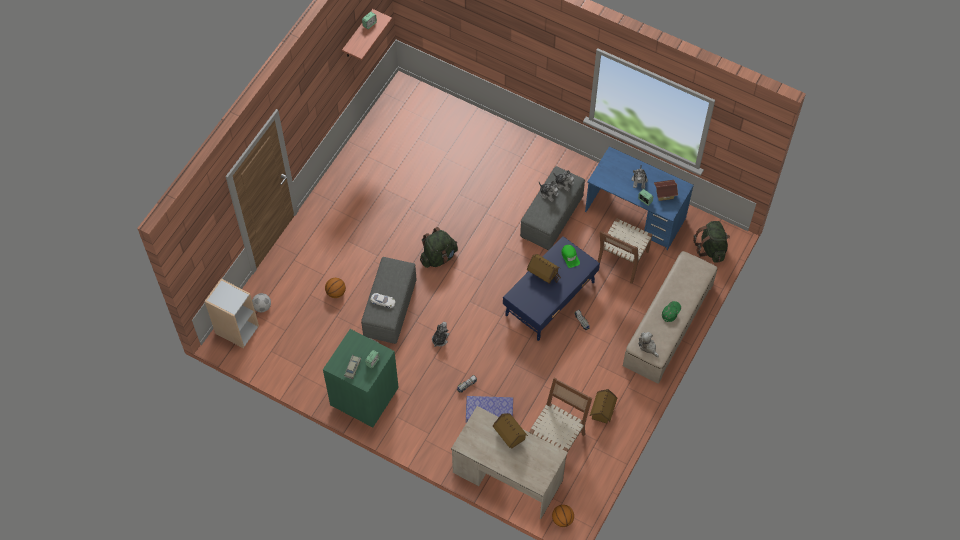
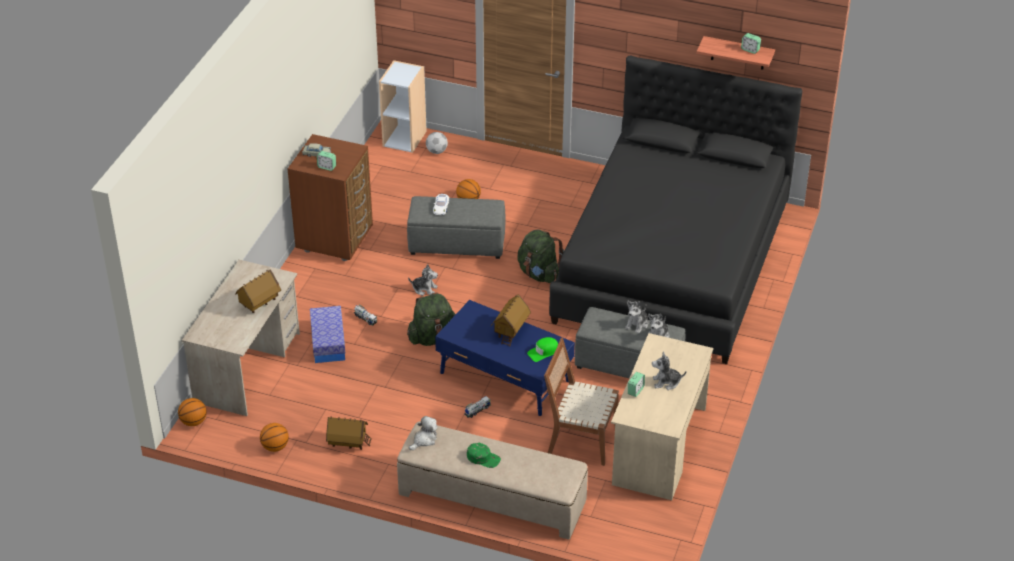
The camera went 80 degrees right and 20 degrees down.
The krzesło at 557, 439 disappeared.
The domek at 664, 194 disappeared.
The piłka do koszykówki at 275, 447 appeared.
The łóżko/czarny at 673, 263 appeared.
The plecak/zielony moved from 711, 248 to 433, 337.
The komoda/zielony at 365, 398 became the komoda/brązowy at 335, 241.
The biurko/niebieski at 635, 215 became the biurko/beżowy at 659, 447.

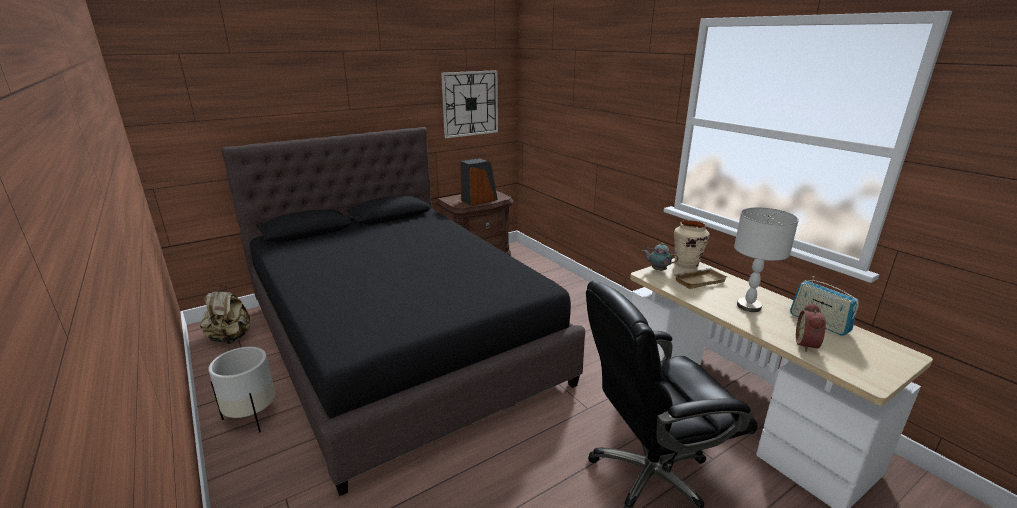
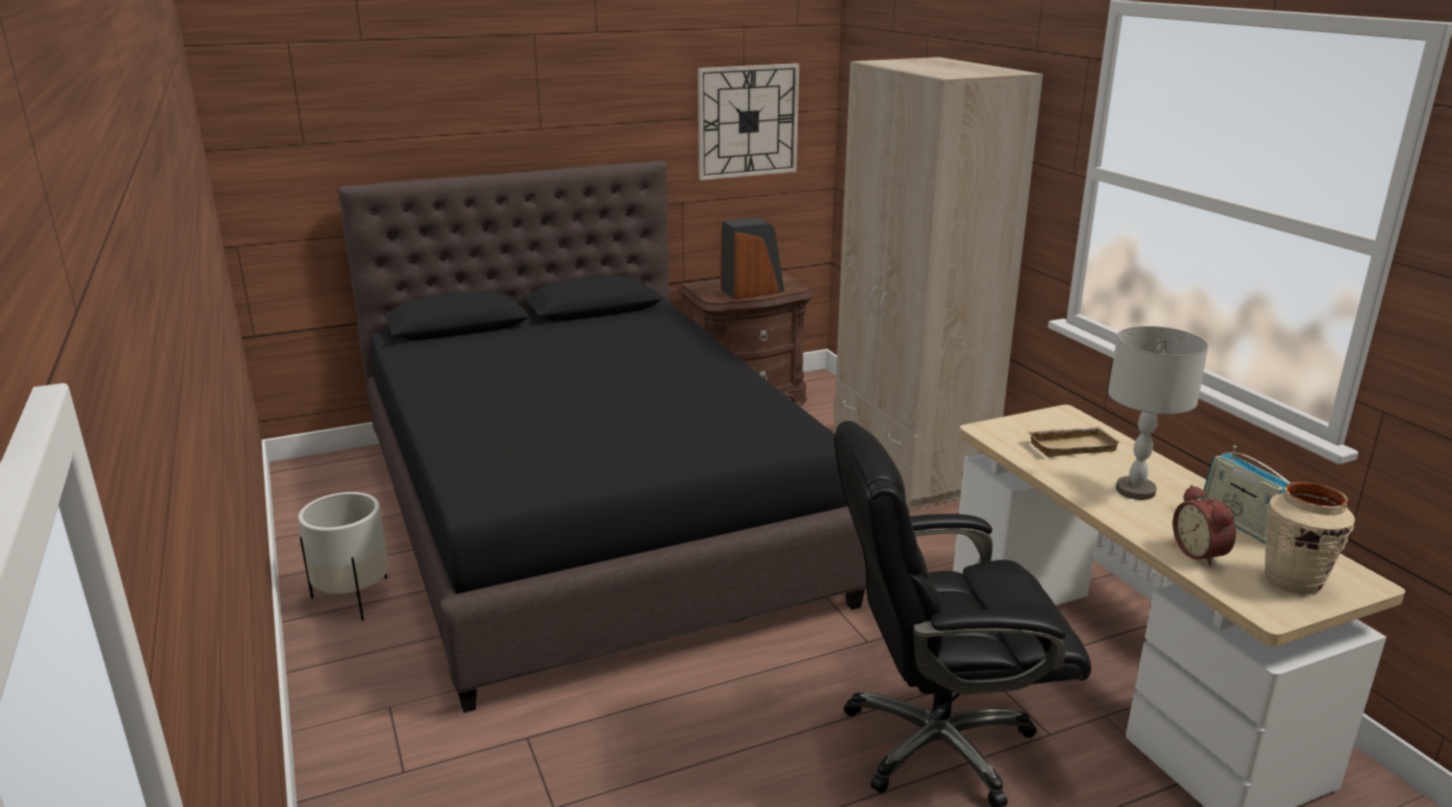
The camera went 10 degrees right and 0 degrees up.
The plecak/beżowy at 230, 338 disappeared.
The imbryk at 657, 270 disappeared.
The szafa/beżowy at 909, 471 appeared.
The wazon/beżowy moved from 686, 264 to 1293, 581.
The budzik at 808, 344 turned 45 degrees counterclockwise.

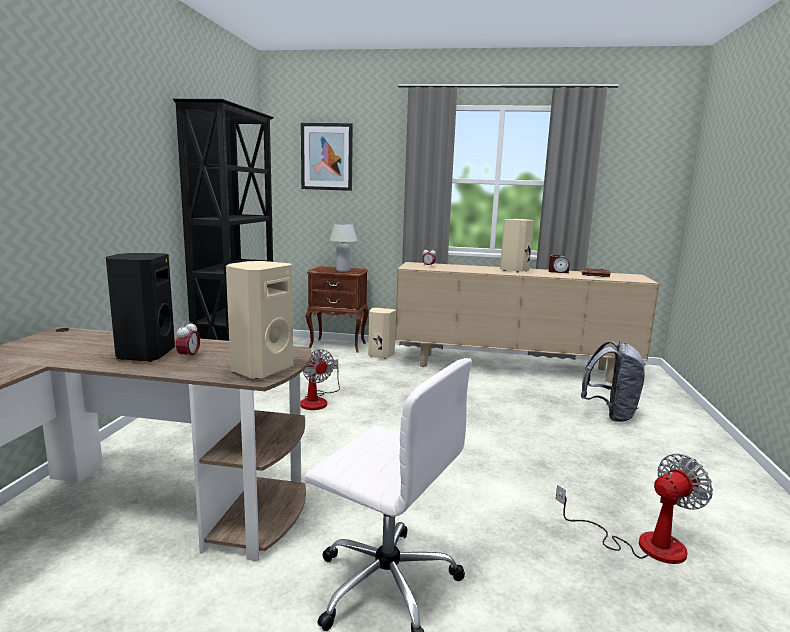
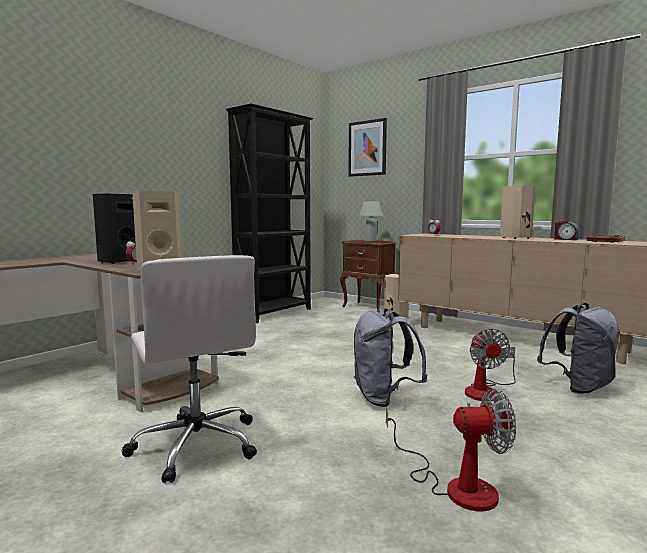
The camera went 30 degrees right and 5 degrees down.
The plecak/szary at 384, 398 appeared.
The wentylator moved from 318, 400 to 487, 391.

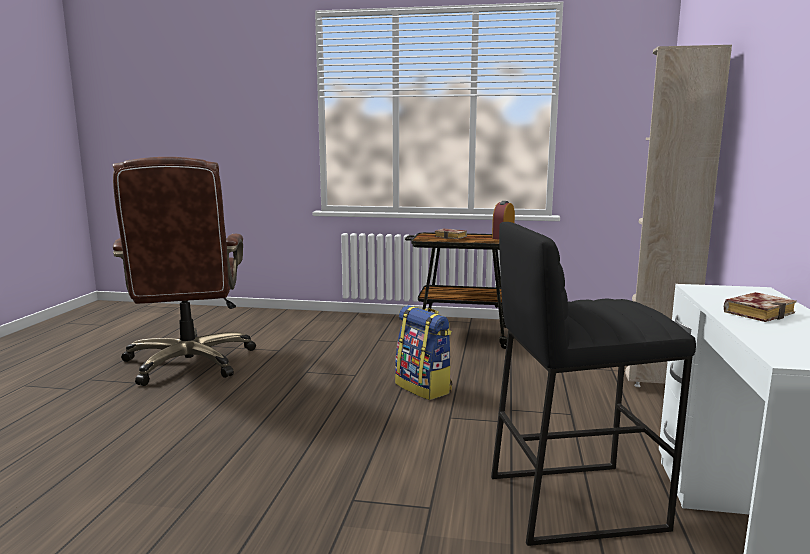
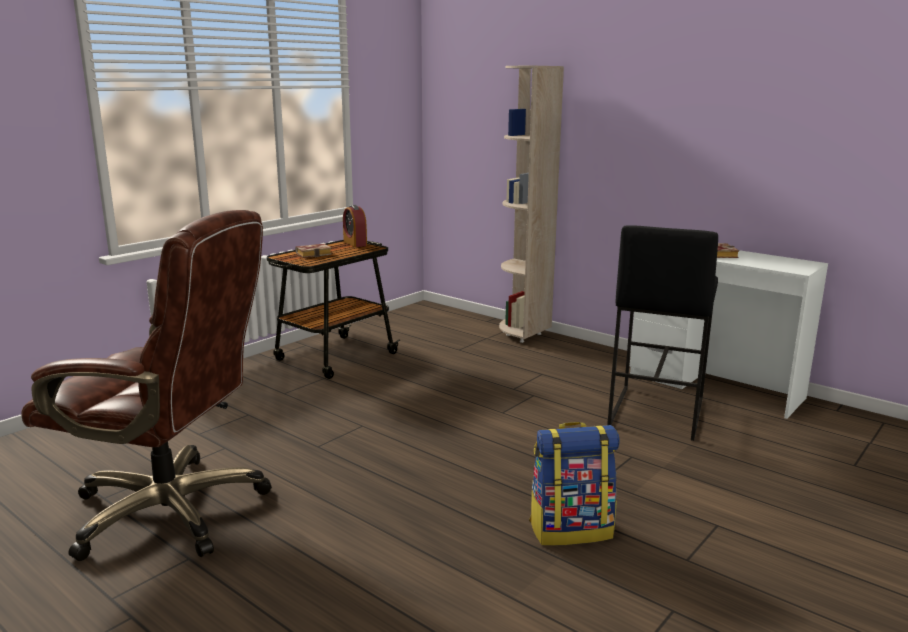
The camera went 60 degrees left and 5 degrees up.
The plecak moved from 424, 388 to 571, 529.

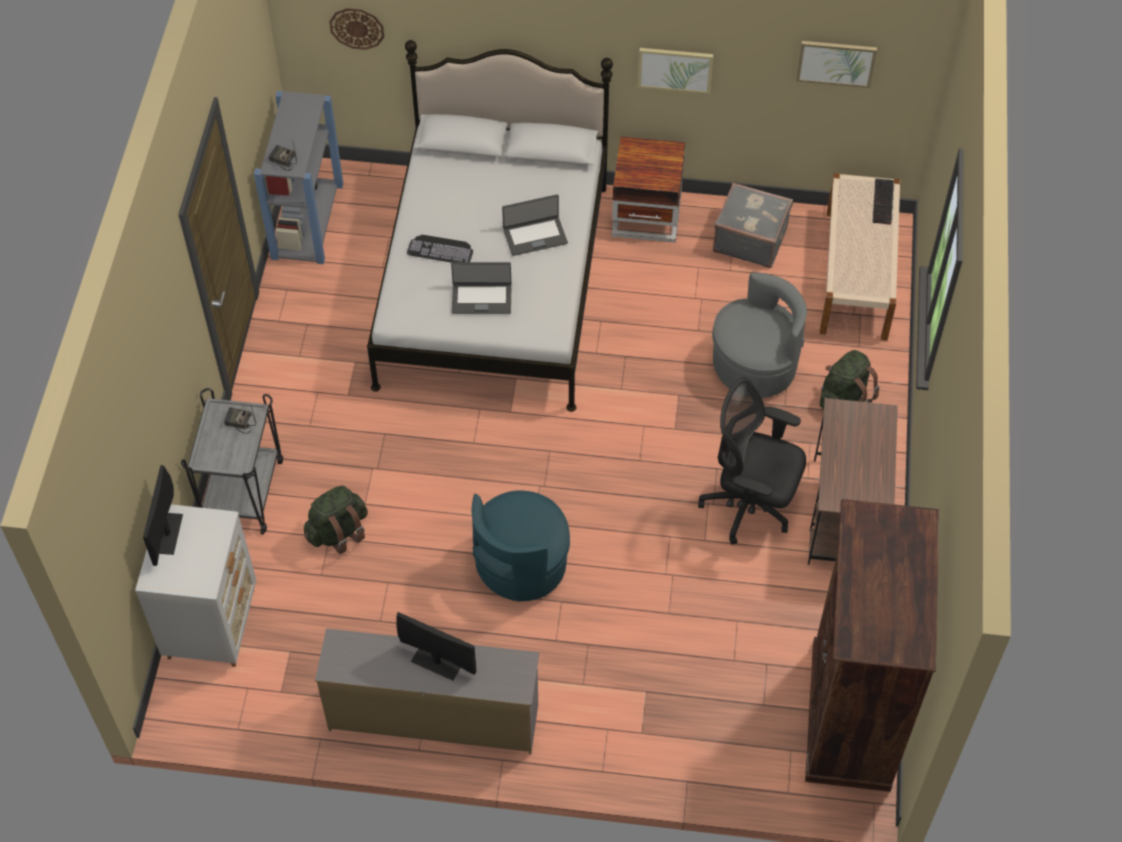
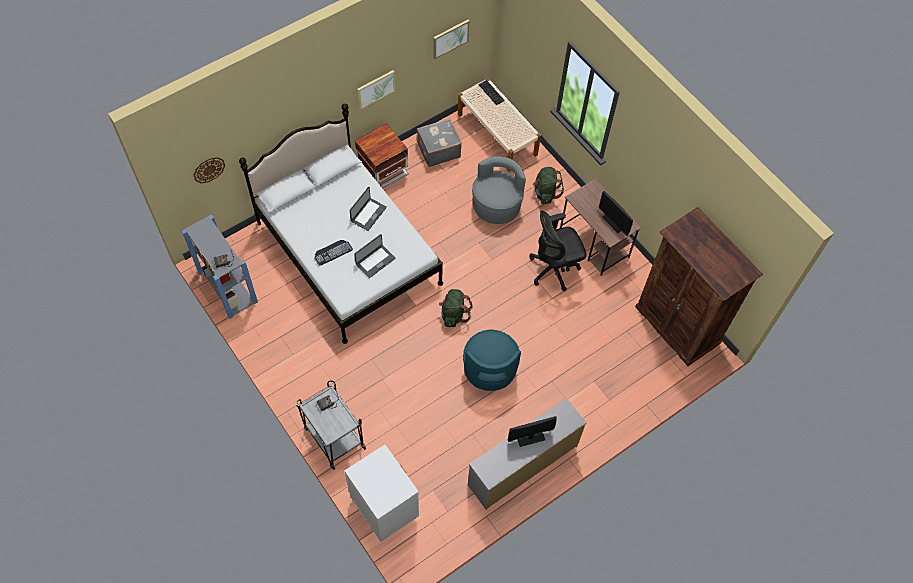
The camera went 45 degrees left and 5 degrees up.
The monitor moved from 167, 533 to 613, 222.
The plecak/zielony moved from 338, 532 to 454, 314.

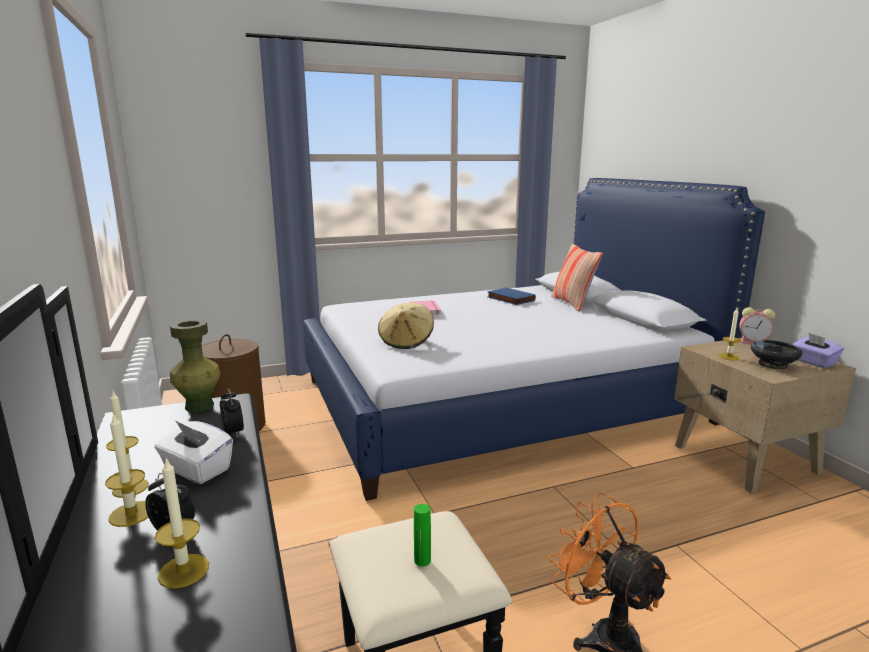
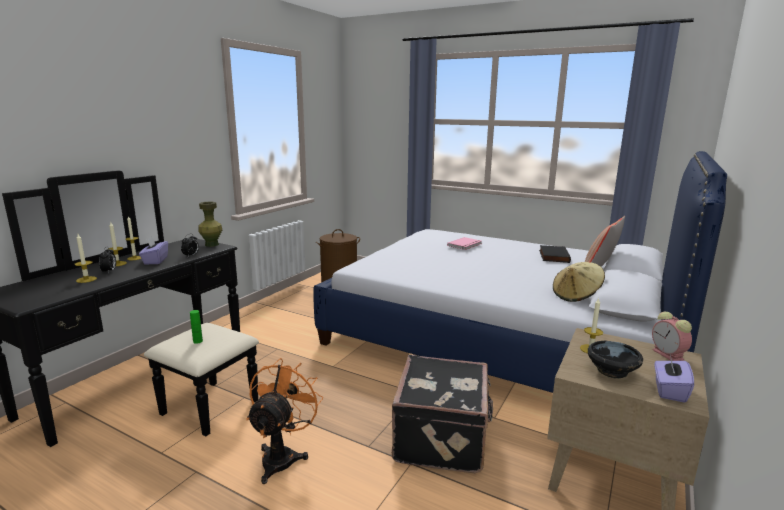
The camera went 50 degrees right and 0 degrees up.
The walizka/czarny at 443, 438 appeared.
The kapelusz/beżowy moved from 406, 342 to 576, 296.
The pudełko chusteczek/biały at 196, 470 became the pudełko chusteczek/fioletowy at 155, 261.
The książka/niebieski at 509, 299 became the książka/czarny at 553, 256.

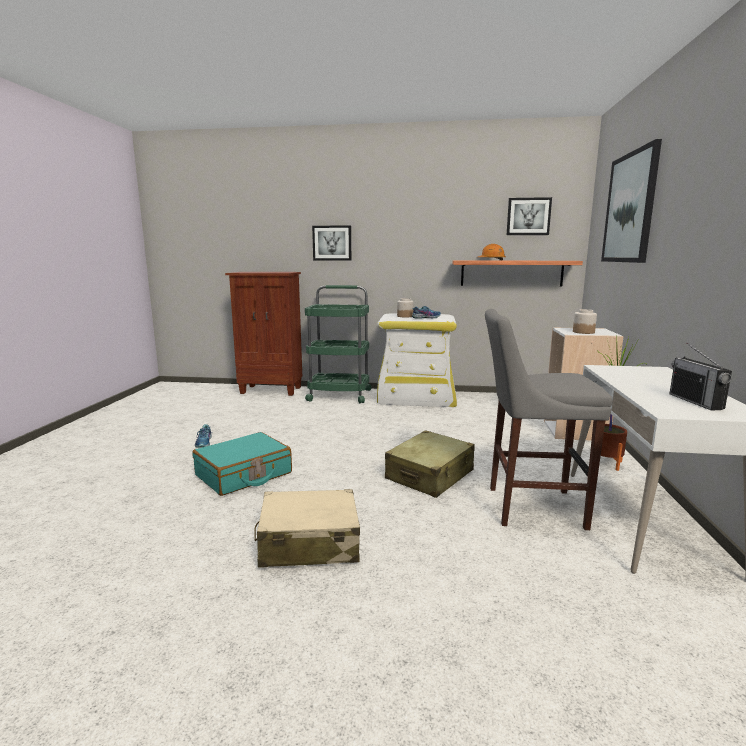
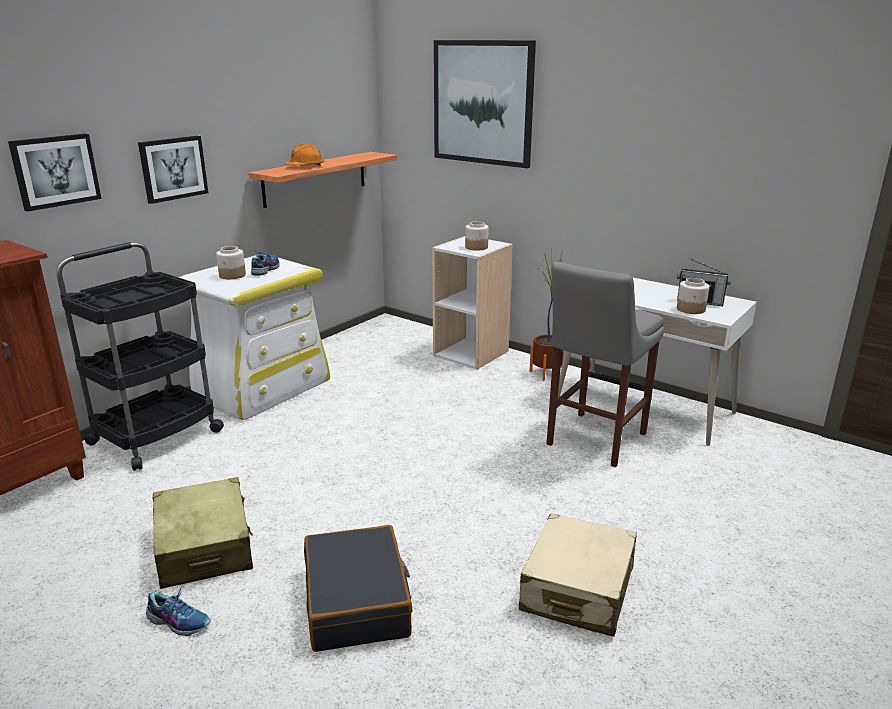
The camera went 60 degrees left and 10 degrees up.
The słoik at 691, 309 appeared.
The walizka/beżowy moved from 430, 475 to 204, 547.
The obraz moved from 528, 216 to 173, 168.
The walizka/turkusowy at 244, 474 became the walizka/czarny at 357, 601.
The wózek/zielony at 339, 395 became the wózek/czarny at 157, 437.

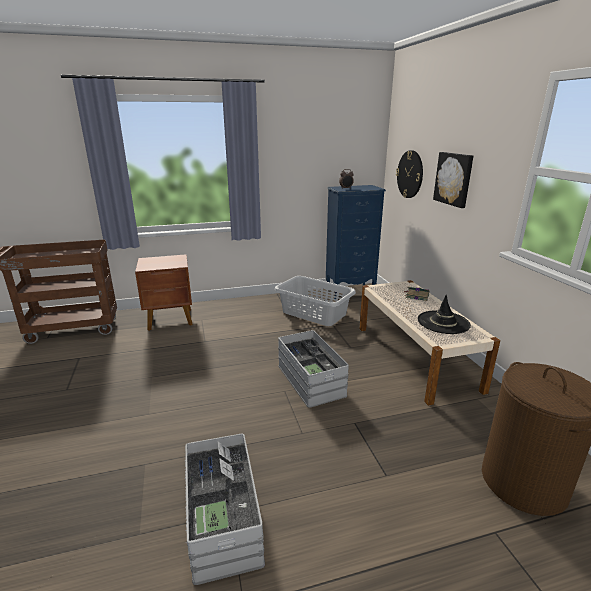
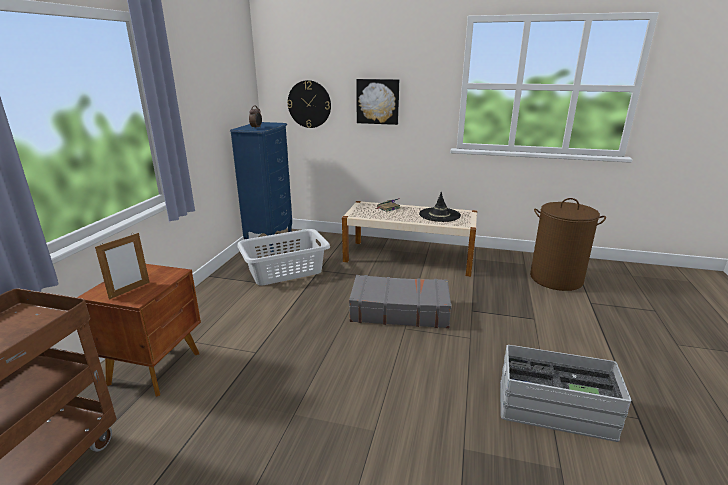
The camera went 60 degrees left and 0 degrees up.
The ramka na zdjęcie at 130, 290 appeared.
The pojemnik do przechowywania/szary at 310, 380 was replaced by the walizka/szary at 399, 310.

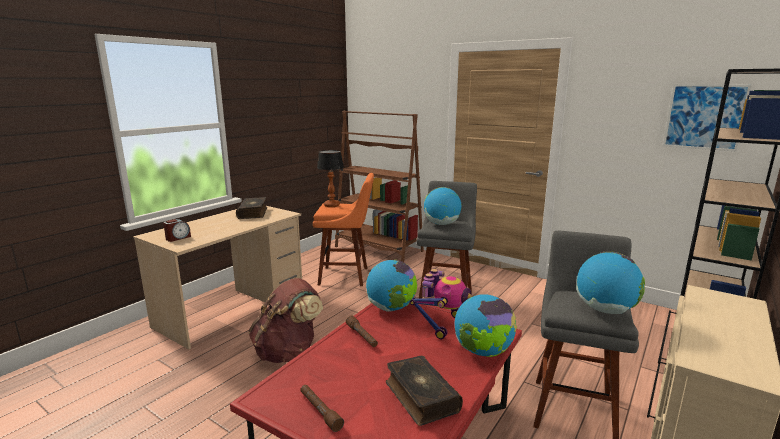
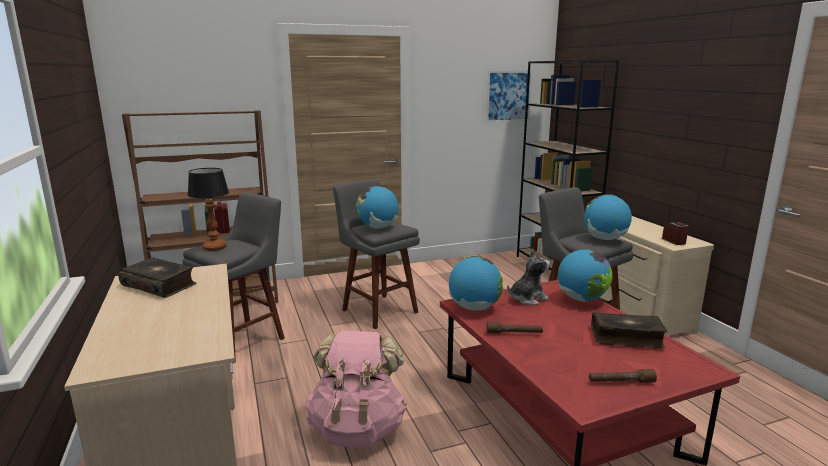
The camera went 55 degrees left and 0 degrees up.
The budzik moved from 178, 238 to 674, 241.
The robot zabawkowy at 442, 324 was replaced by the pluszak at 527, 299.
The plecak/brązowy at 288, 352 became the plecak/różowy at 357, 429.
The stołek/pomarańczowy at 346, 276 became the stołek/szary at 245, 339.

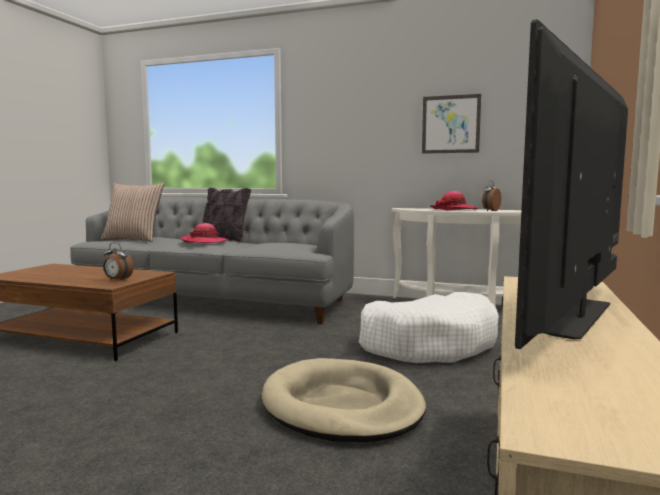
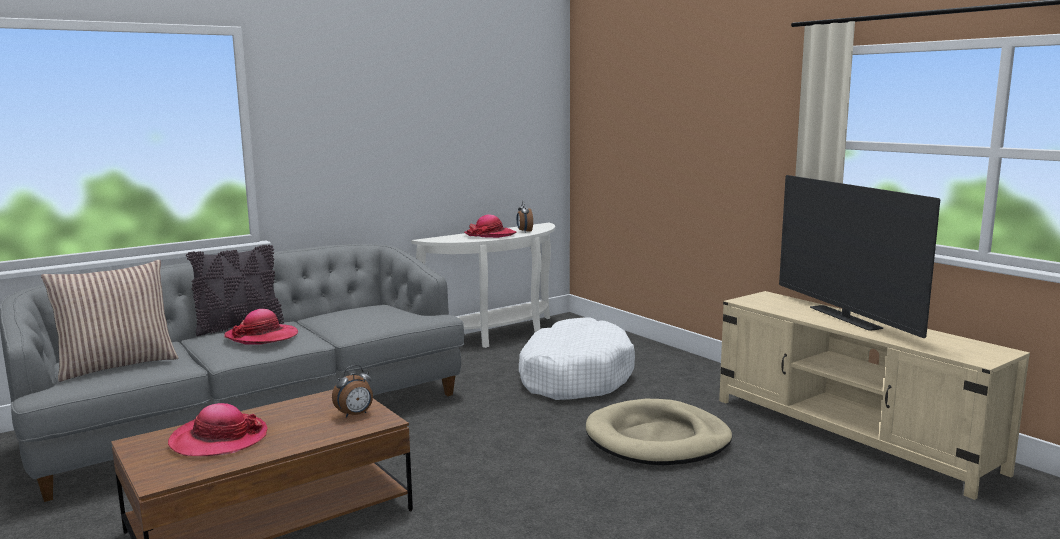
The camera went 55 degrees left and 5 degrees up.
The obraz at 450, 124 disappeared.
The kapelusz at 219, 439 appeared.

